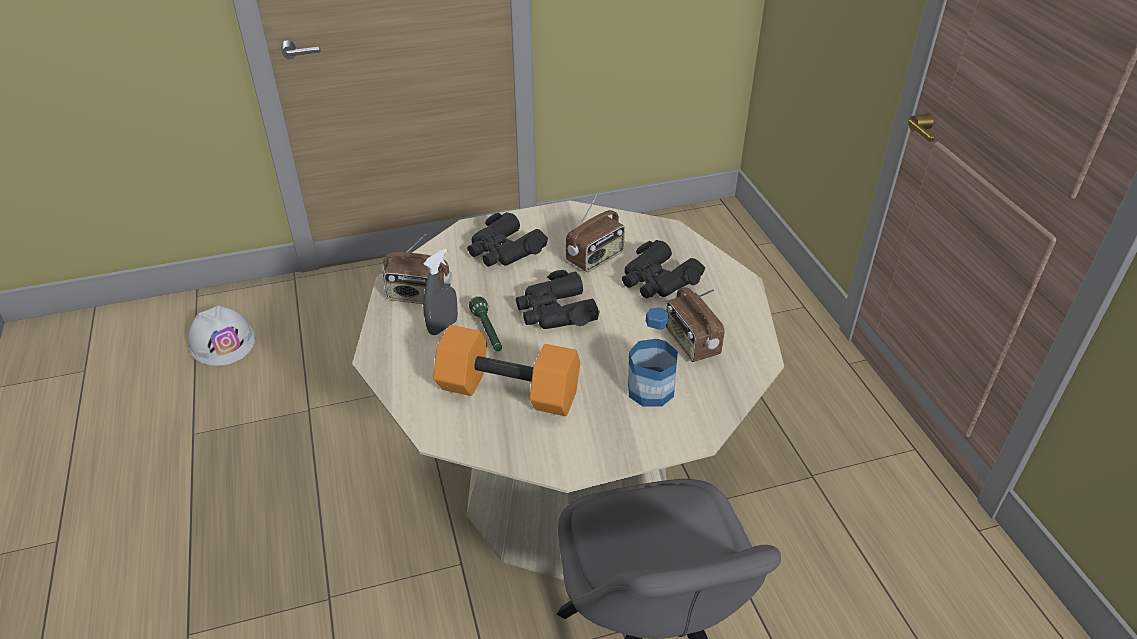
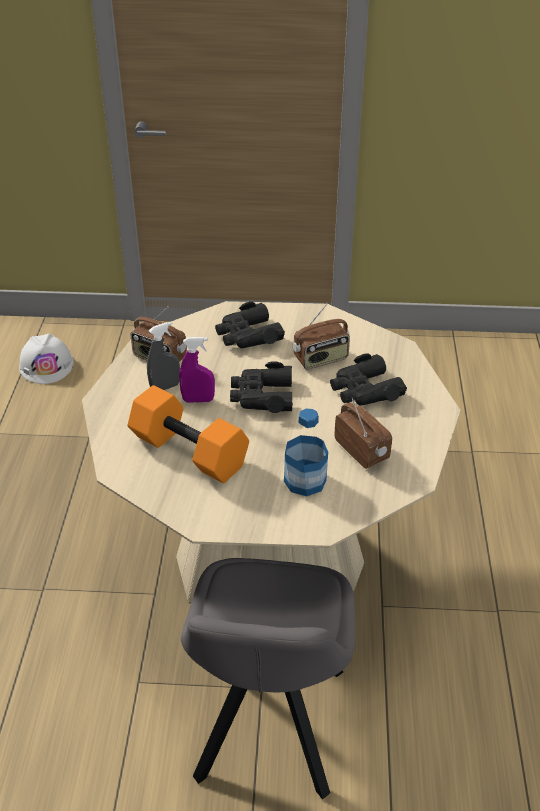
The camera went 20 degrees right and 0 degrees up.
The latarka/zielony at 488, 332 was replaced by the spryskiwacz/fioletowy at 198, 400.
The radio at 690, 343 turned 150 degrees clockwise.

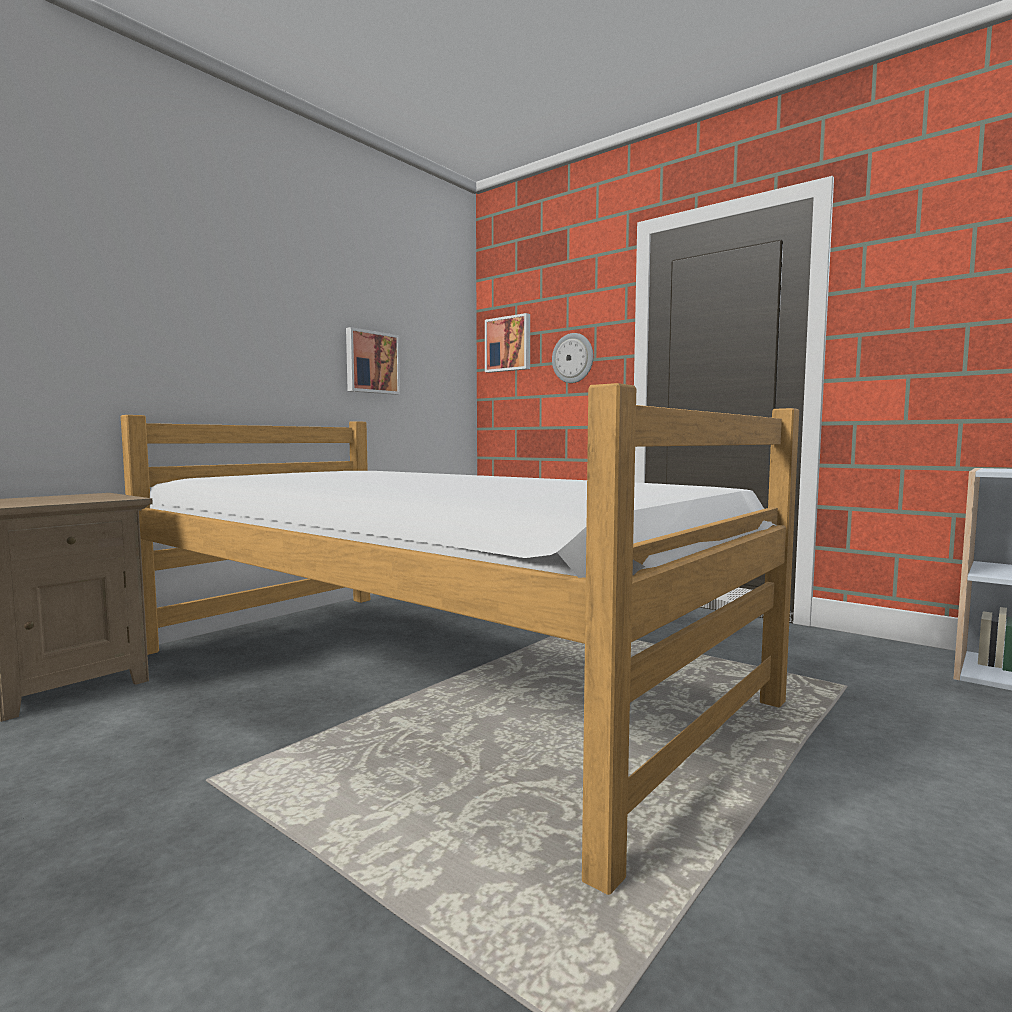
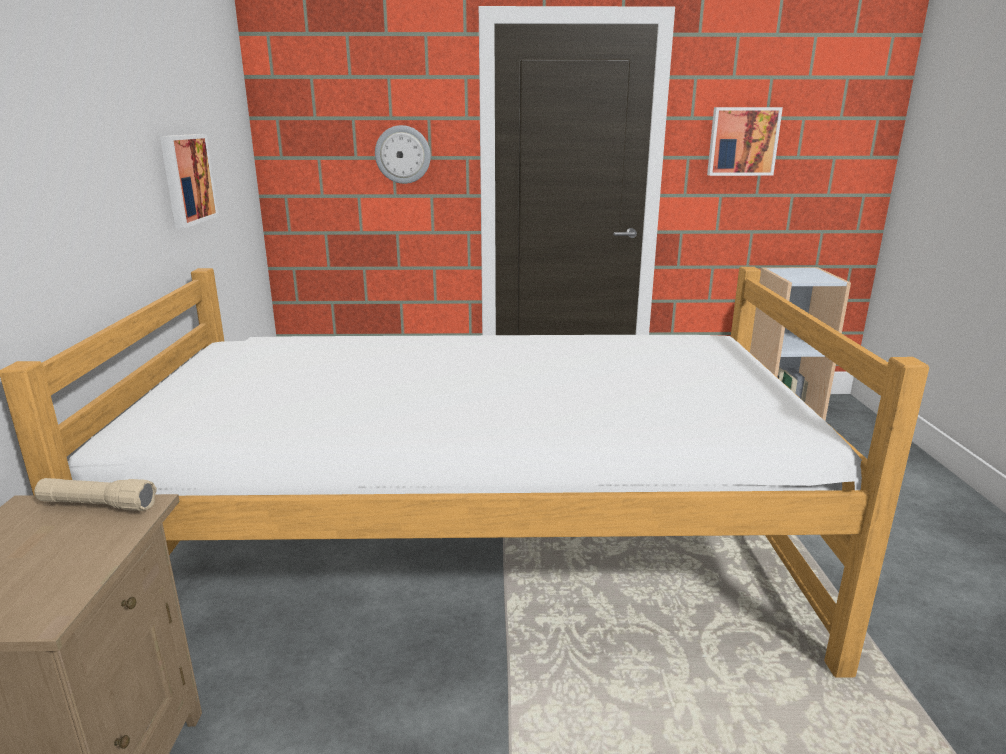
The camera went 40 degrees left and 15 degrees up.
The latarka/beżowy at 98, 506 appeared.
The obraz moved from 509, 344 to 742, 141.

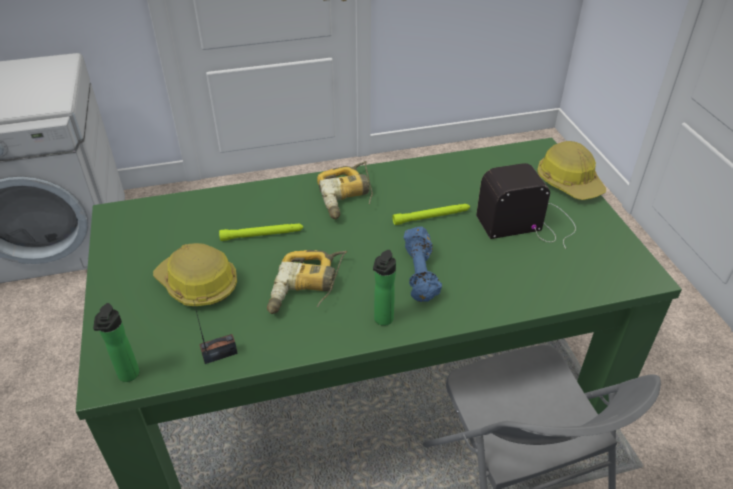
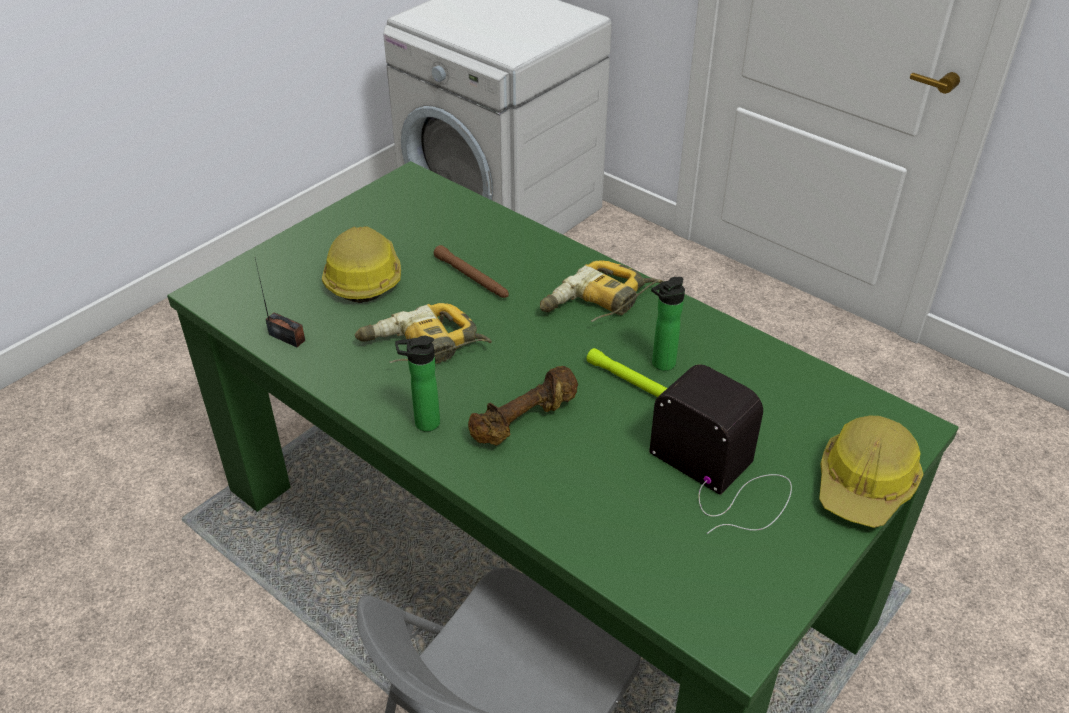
The camera went 55 degrees right and 0 degrees up.
The butelka moved from 128, 376 to 660, 365.
The latarka/zielony at 262, 235 became the latarka/brązowy at 472, 278.
The hantel/niebieski at 421, 274 became the hantel/brązowy at 525, 420.

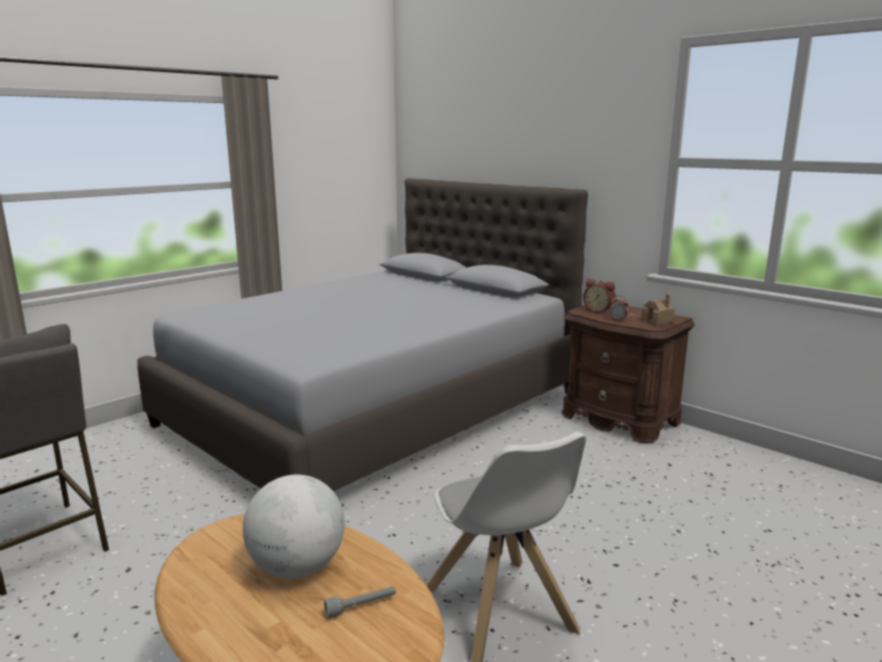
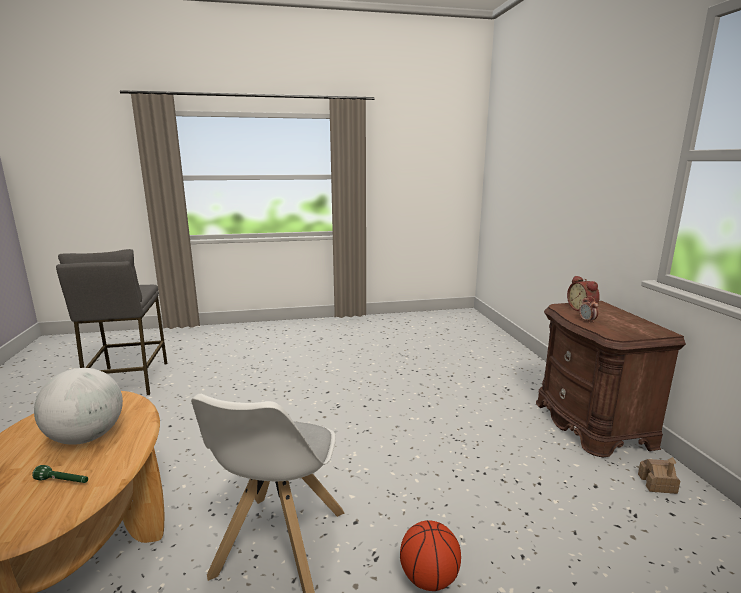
The camera went 35 degrees right and 0 degrees up.
The łóżko/szary at 375, 408 disappeared.
The piłka do koszykówki at 429, 578 appeared.
The domek moved from 657, 321 to 657, 484.
The latarka/szary at 361, 606 became the latarka/zielony at 63, 481.

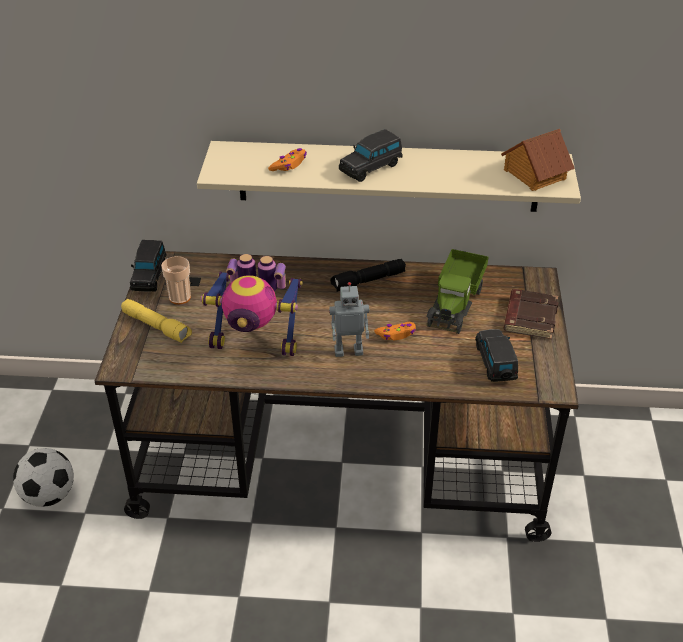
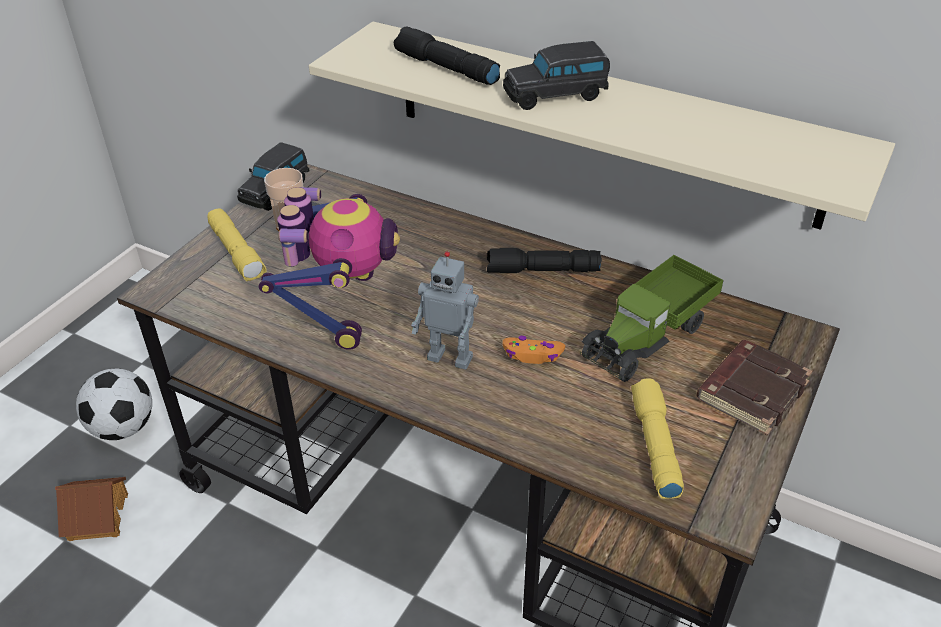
The camera went 25 degrees right and 0 degrees up.
The domek moved from 534, 174 to 97, 516.
The pad do gier/pomarańczowy at 289, 165 was replaced by the latarka/czarny at 445, 68.
The samochodzik/czarny at 495, 364 was replaced by the latarka/żółty at 654, 445.
The robot zabawkowy at 256, 341 turned 120 degrees counterclockwise.

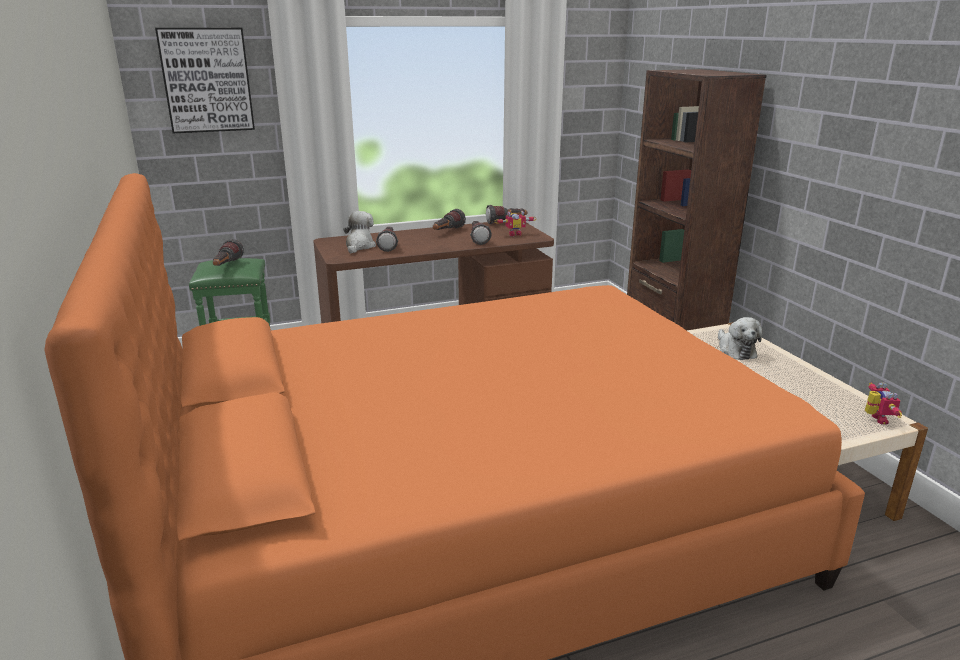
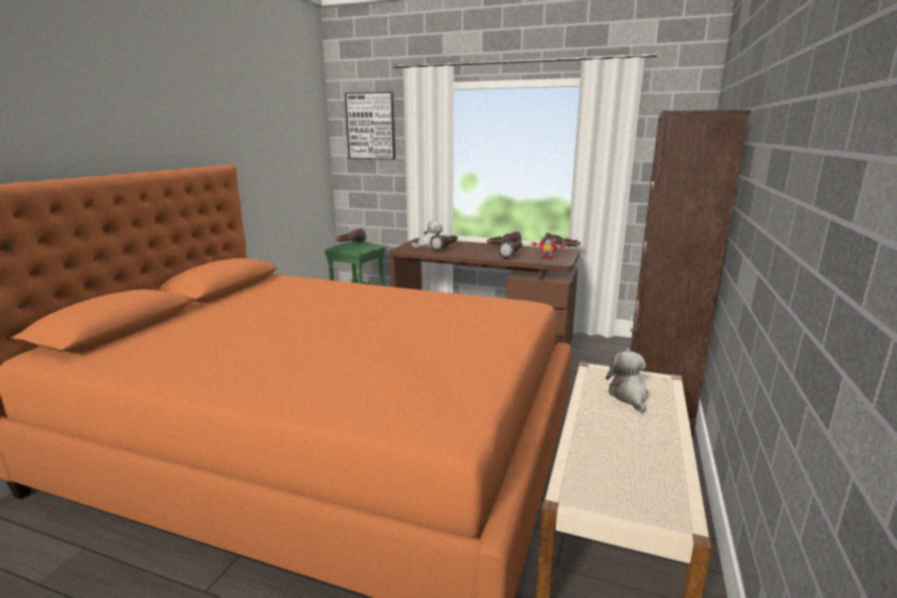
The camera went 40 degrees right and 5 degrees down.
The robot zabawkowy at 875, 419 disappeared.
The pluszak at 735, 350 turned 150 degrees clockwise.

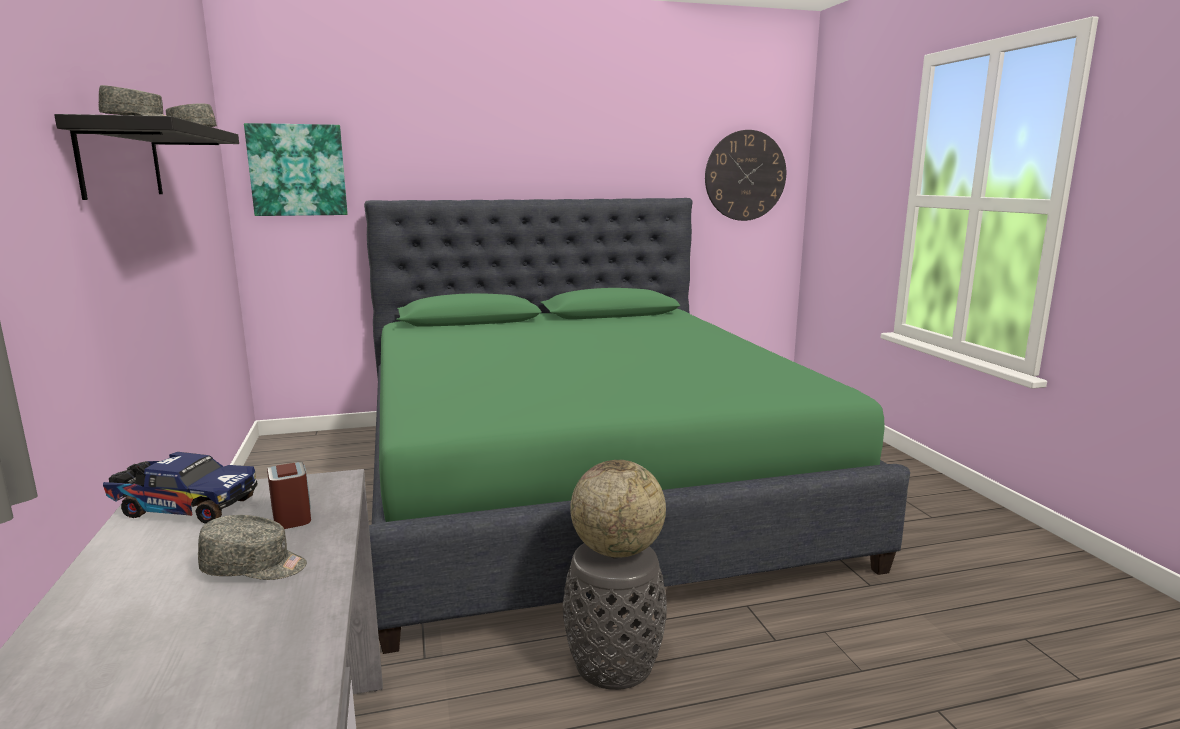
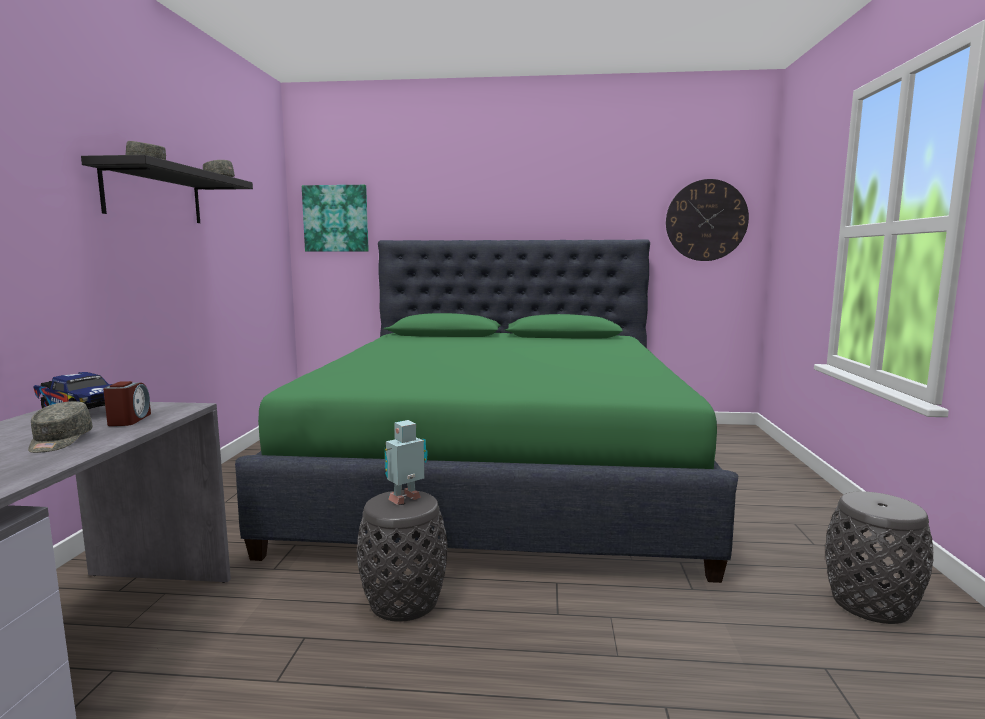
The camera went 20 degrees right and 5 degrees down.
The stołek/szary at 870, 604 appeared.
The globus at 617, 550 was replaced by the robot zabawkowy at 407, 500.
The czapka z daszkiem/szary at 255, 567 turned 60 degrees clockwise.

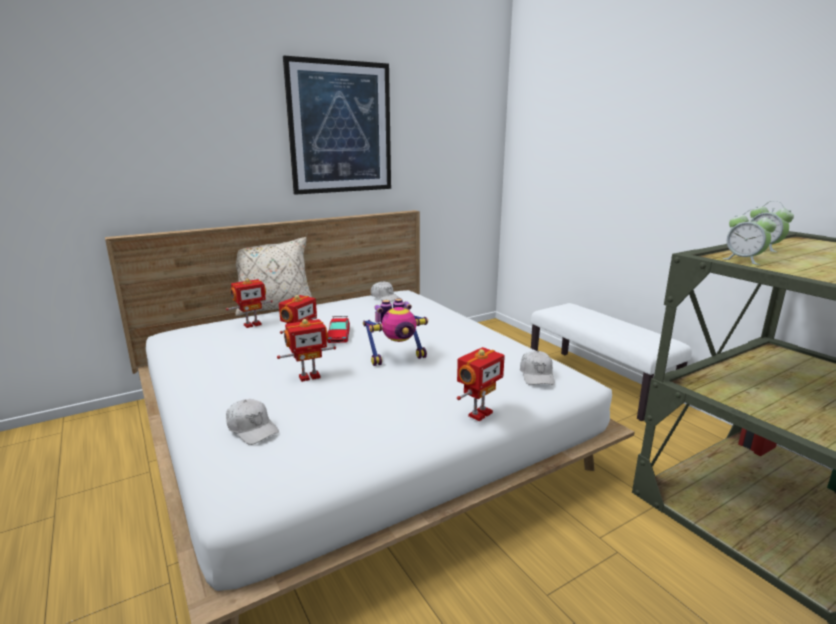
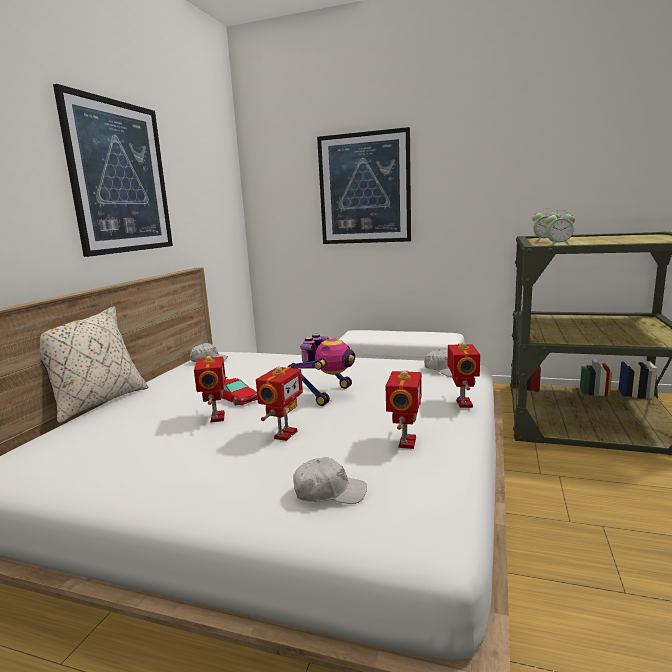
The camera went 40 degrees left and 5 degrees down.
The obraz at 364, 189 appeared.
The robot zabawkowy moved from 252, 324 to 405, 442.

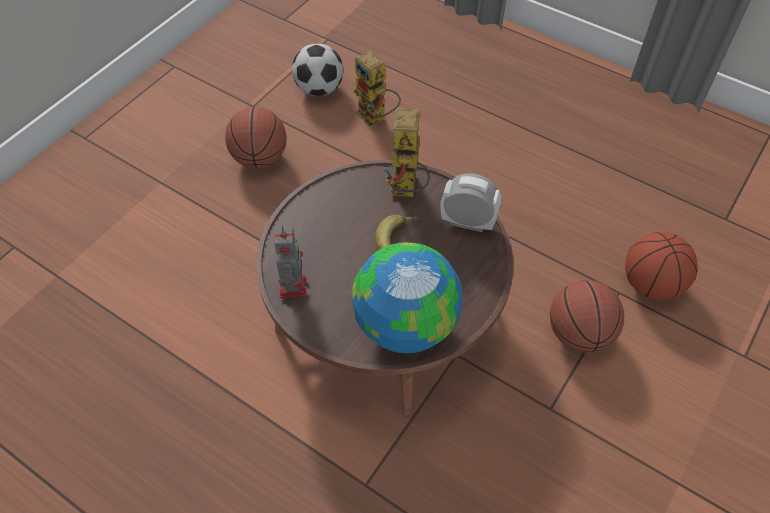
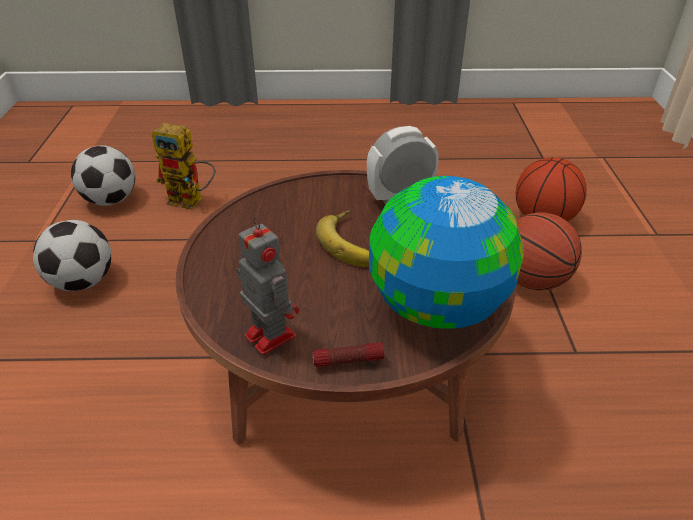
The camera went 35 degrees left and 15 degrees down.
The robot zabawkowy at 406, 190 disappeared.
The latarka at 348, 360 appeared.
The piłka do koszykówki at 260, 158 was replaced by the piłka futbolowa at 83, 282.

